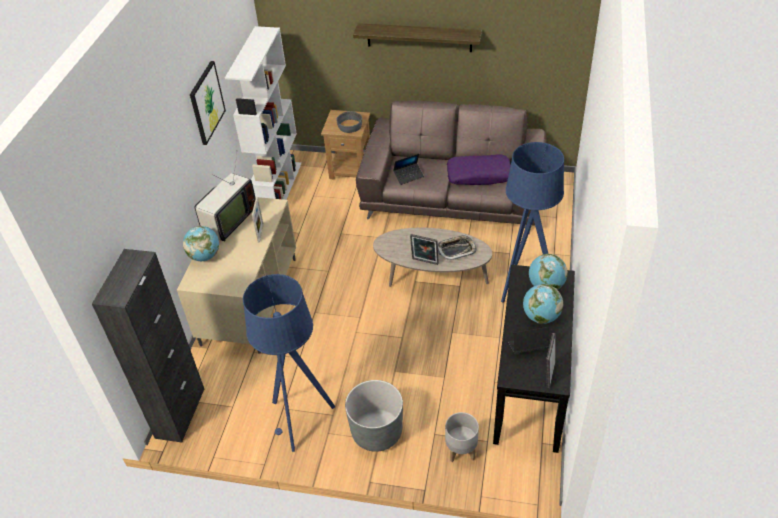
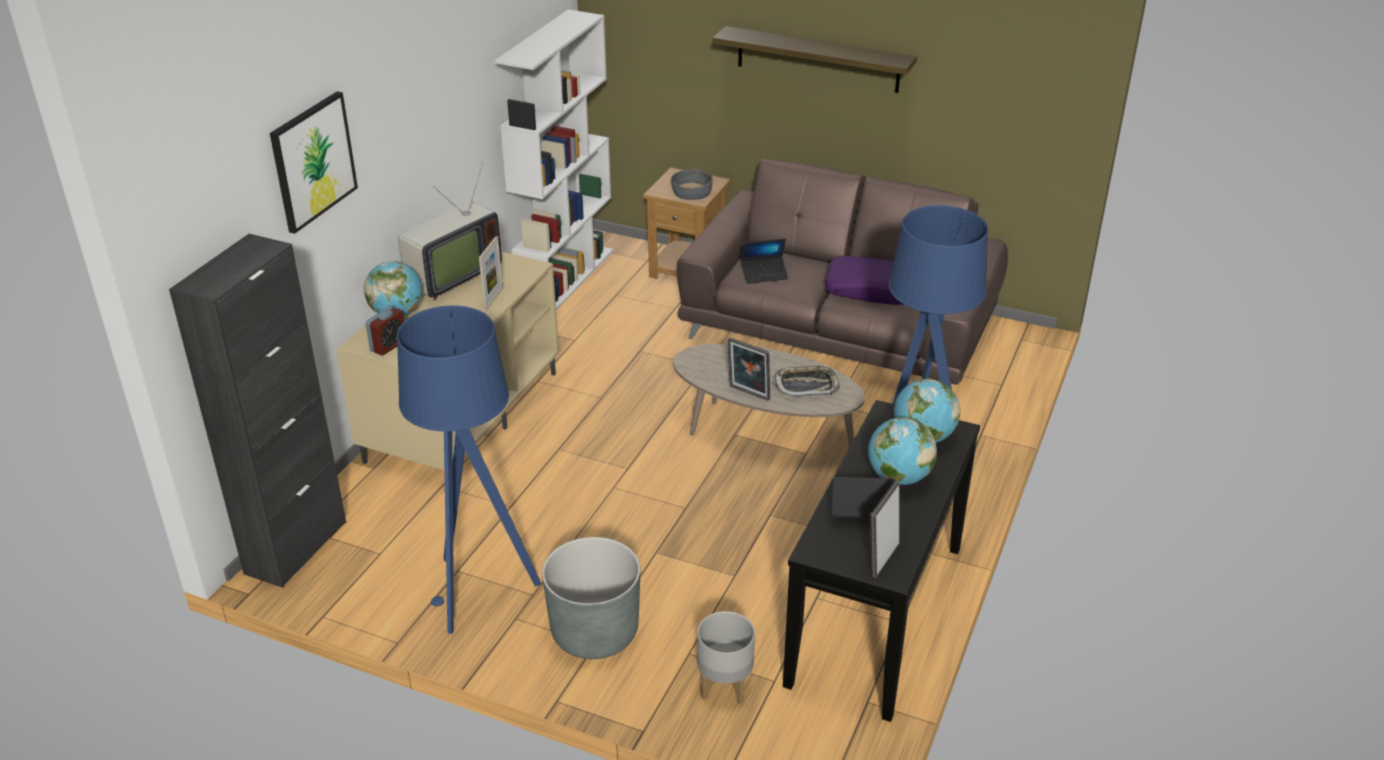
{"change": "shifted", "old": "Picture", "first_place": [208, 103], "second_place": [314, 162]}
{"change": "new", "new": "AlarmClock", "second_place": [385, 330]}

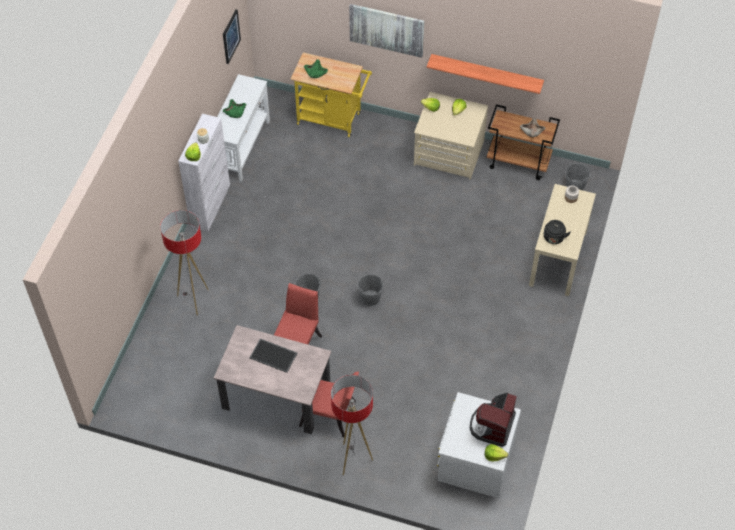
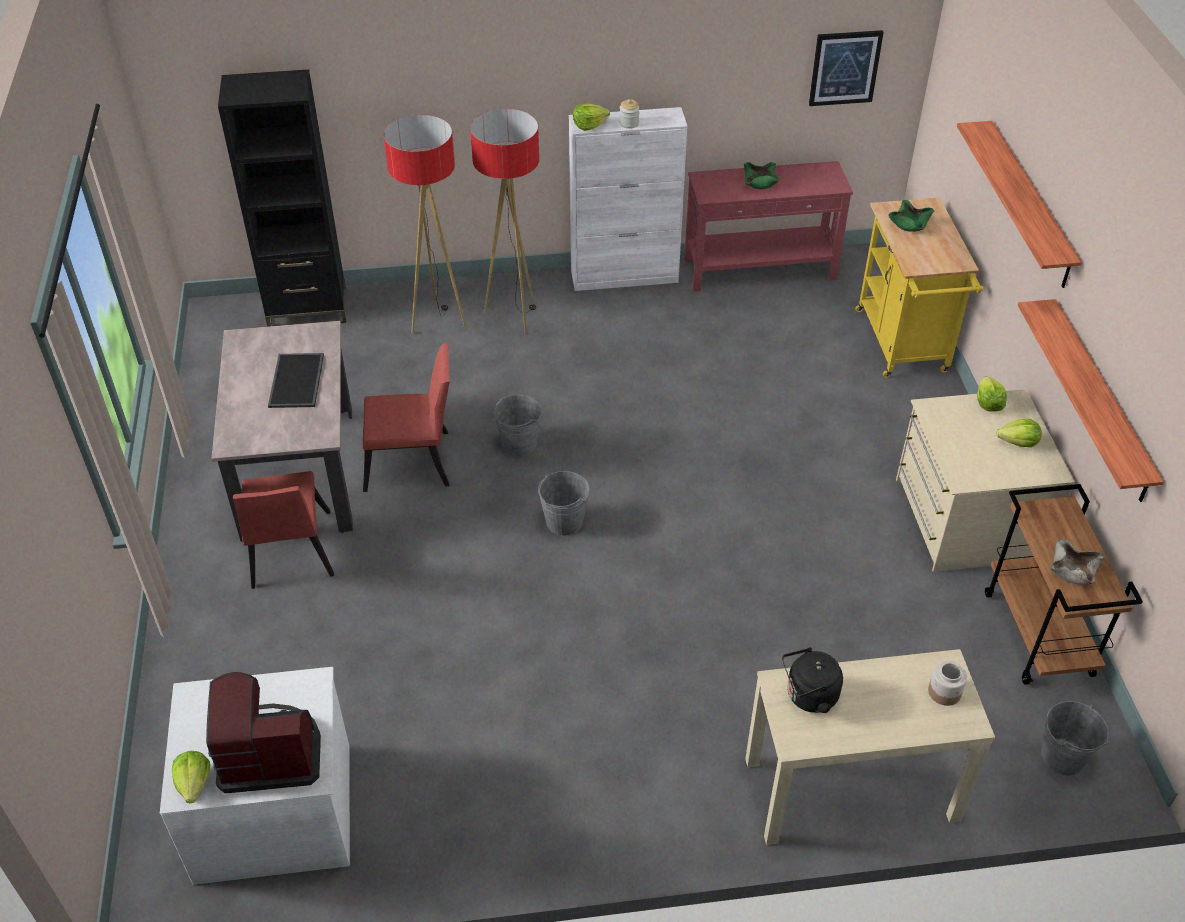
{"change": "new", "new": "BlackBookcase", "second_place": [282, 198]}
{"change": "shifted", "old": "FloorLamp", "first_place": [352, 425], "second_place": [504, 221]}
{"change": "repainted", "old": "WhiteConsoleTable", "new": "RedConsoleTable", "first_place": [243, 128], "second_place": [768, 226]}
{"change": "swapped", "old": "Picture", "new": "Shelf", "first_place": [386, 31], "second_place": [1019, 204]}

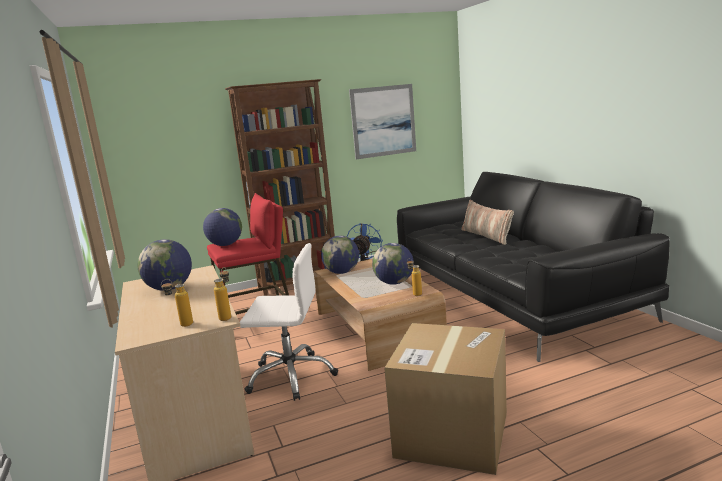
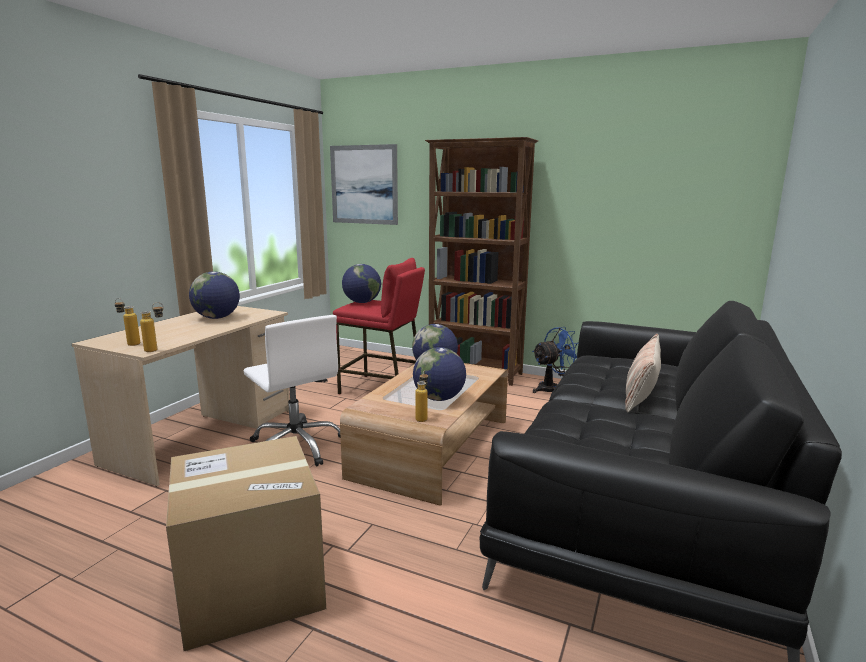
{"change": "shifted", "old": "Picture", "first_place": [382, 121], "second_place": [364, 184]}

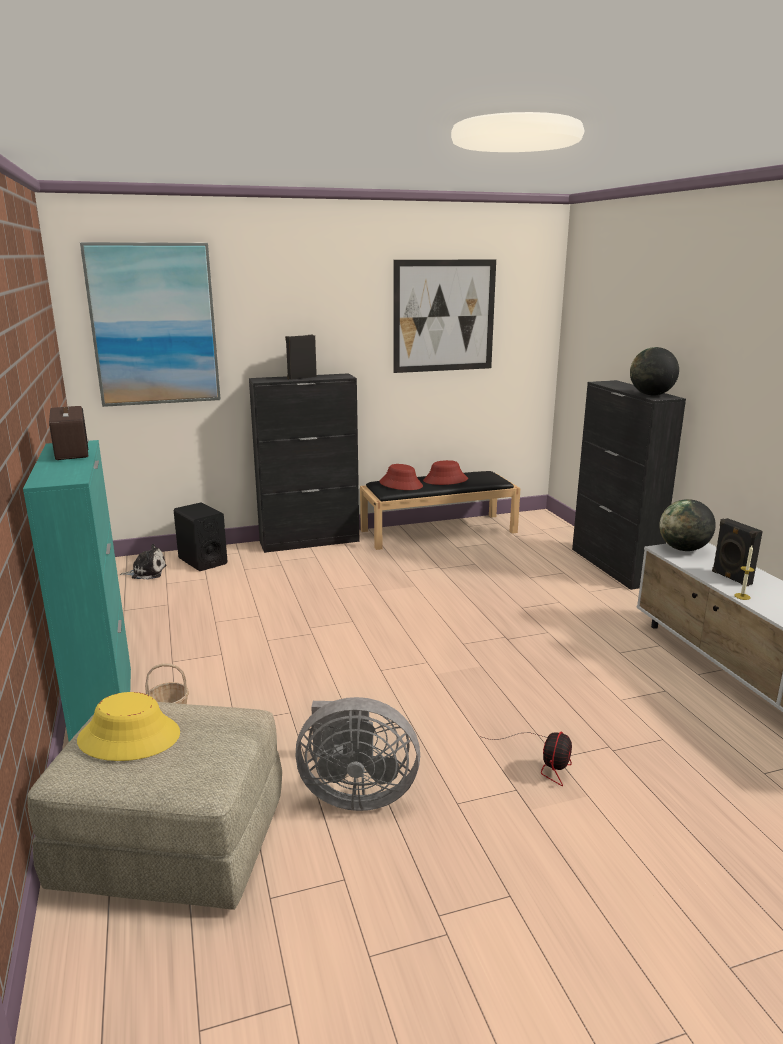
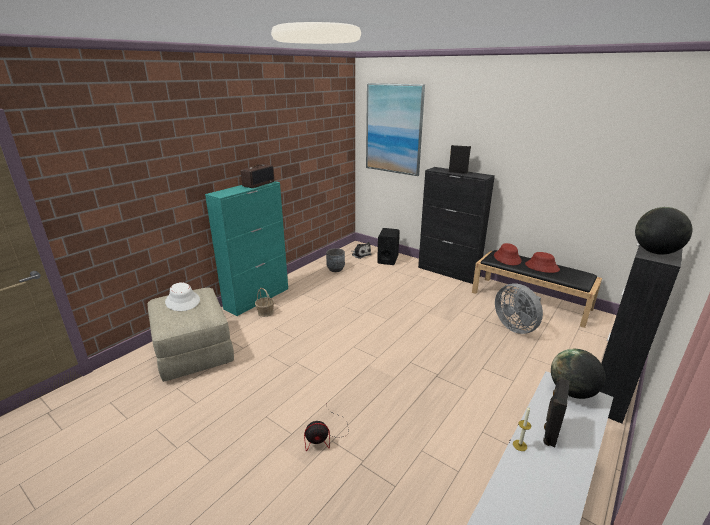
{"change": "repainted", "old": "YellowHat", "new": "WhiteHat", "first_place": [128, 726], "second_place": [182, 296]}
{"change": "new", "new": "GreyPlanter", "second_place": [335, 260]}
{"change": "shifted", "old": "GreyFan", "first_place": [358, 754], "second_place": [519, 308]}
{"change": "gone", "old": "Picture", "first_place": [444, 316]}

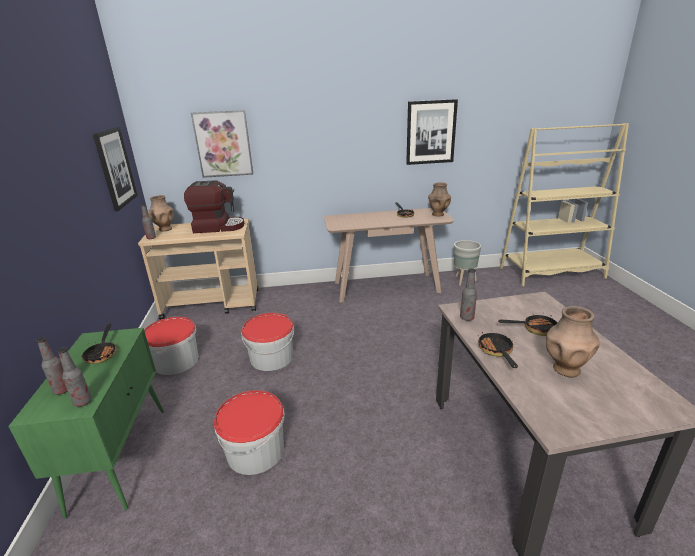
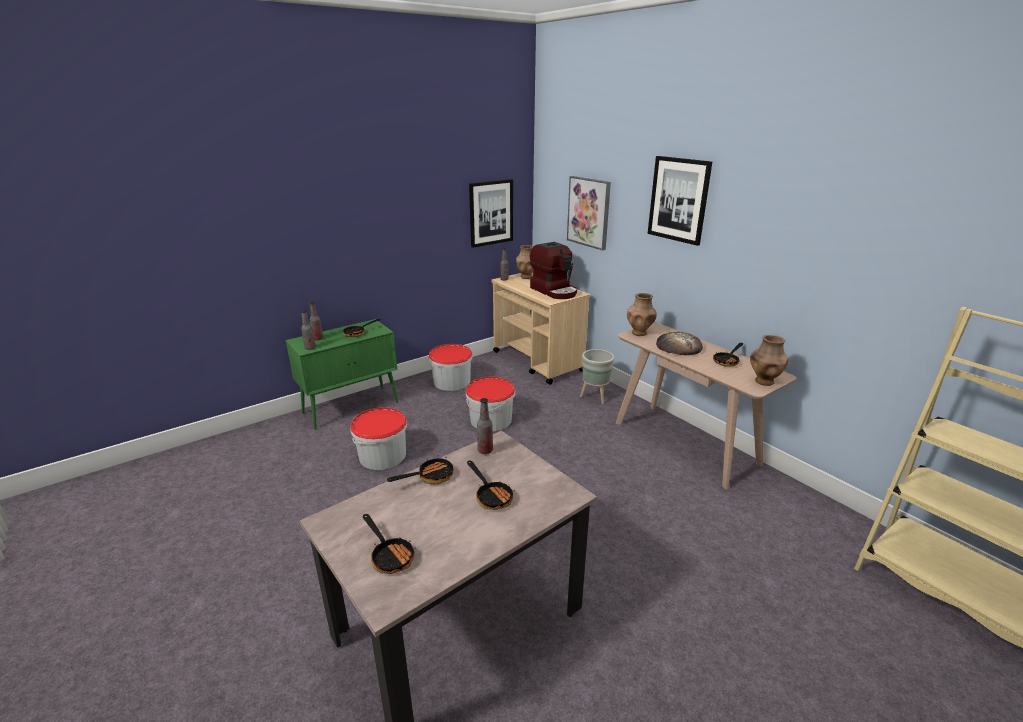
{"change": "new", "new": "FryingPan", "second_place": [389, 544]}
{"change": "shifted", "old": "GreyPlanter", "first_place": [467, 263], "second_place": [597, 376]}
{"change": "shifted", "old": "BrownVase", "first_place": [573, 342], "second_place": [642, 314]}
{"change": "shifted", "old": "Picture", "first_place": [432, 132], "second_place": [680, 201]}
{"change": "new", "new": "Bread", "second_place": [679, 343]}

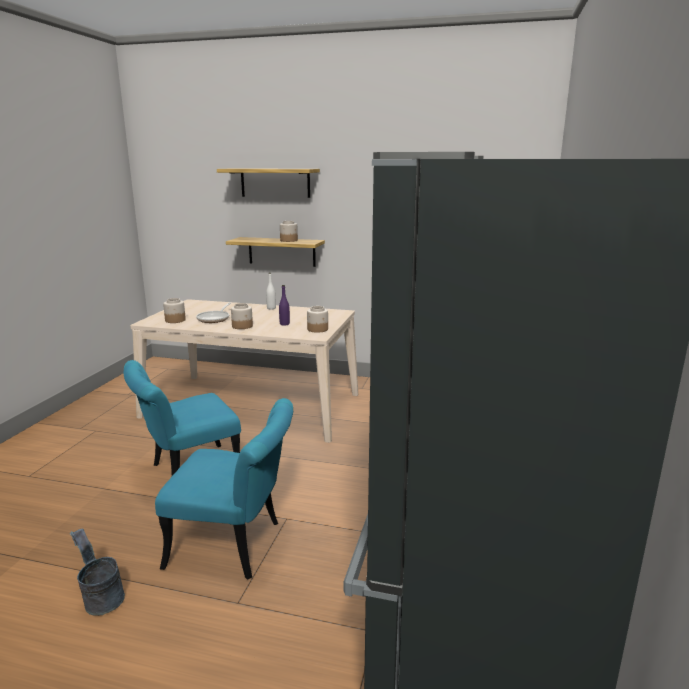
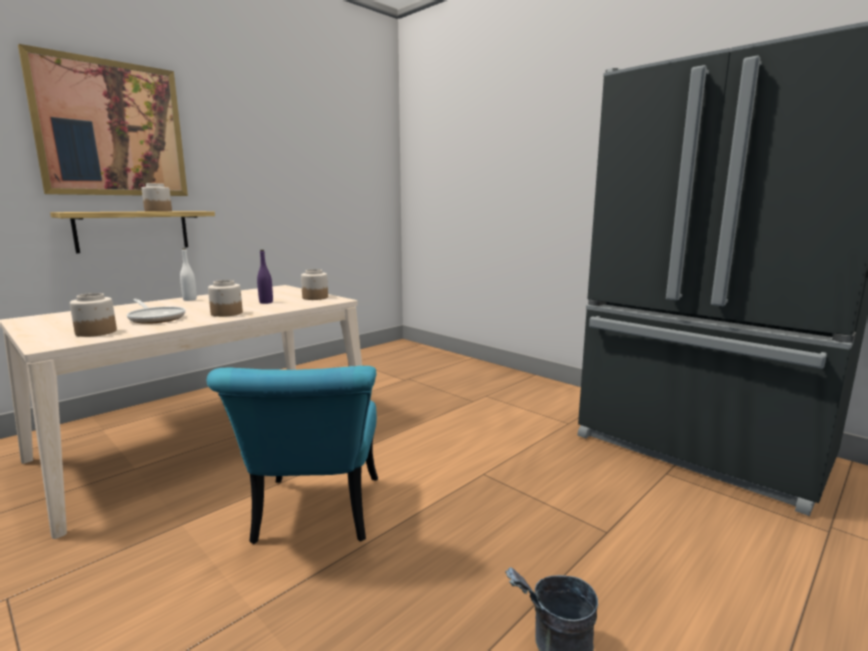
{"change": "swapped", "old": "Shelf", "new": "Picture", "first_place": [268, 183], "second_place": [103, 120]}
{"change": "gone", "old": "TurquoiseChair", "first_place": [224, 489]}

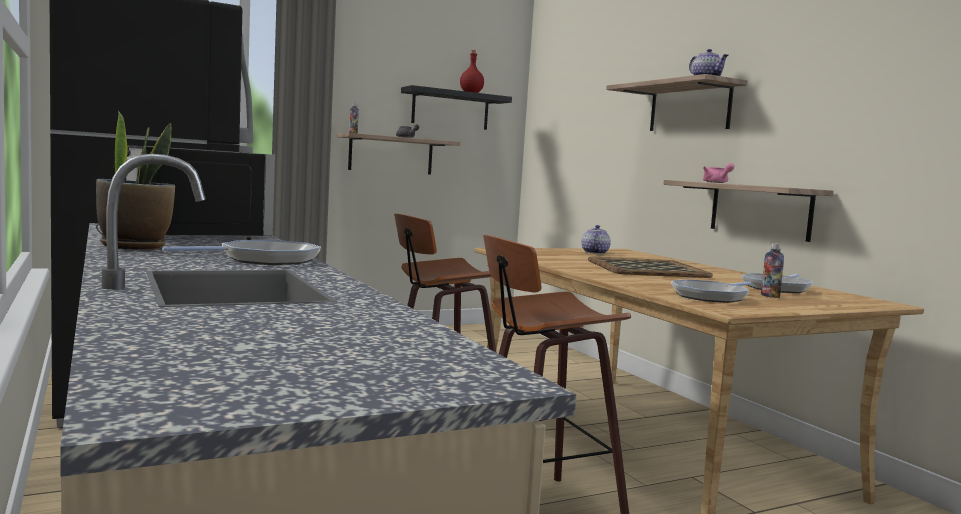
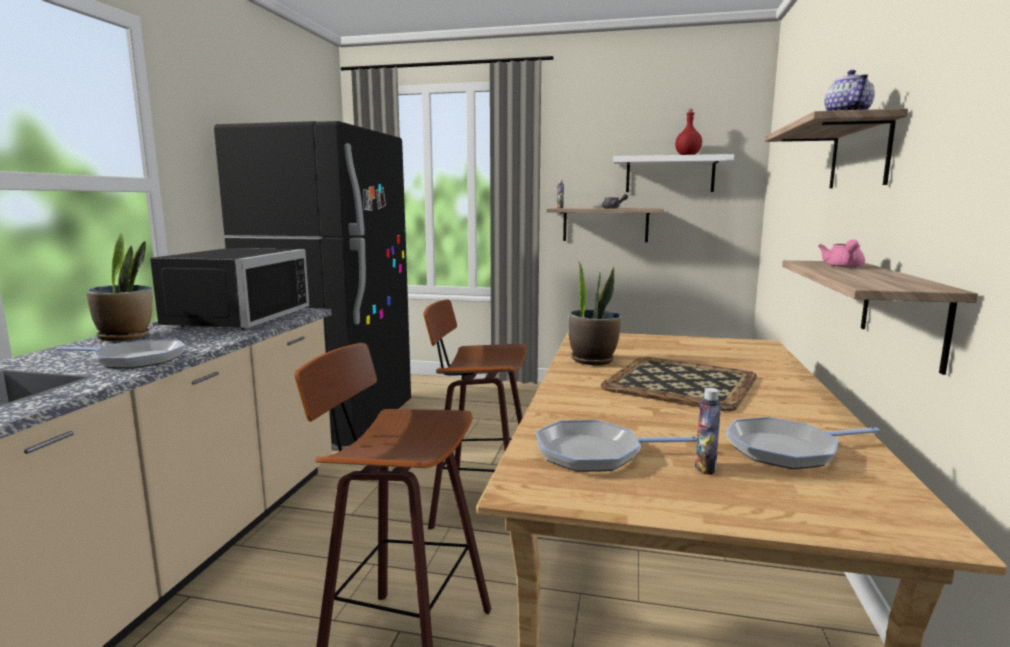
{"change": "new", "new": "PottedPlant", "second_place": [595, 313]}
{"change": "repainted", "old": "BlackShelf", "new": "WhiteShelf", "first_place": [456, 107], "second_place": [673, 173]}
{"change": "gone", "old": "Teapot", "first_place": [596, 239]}

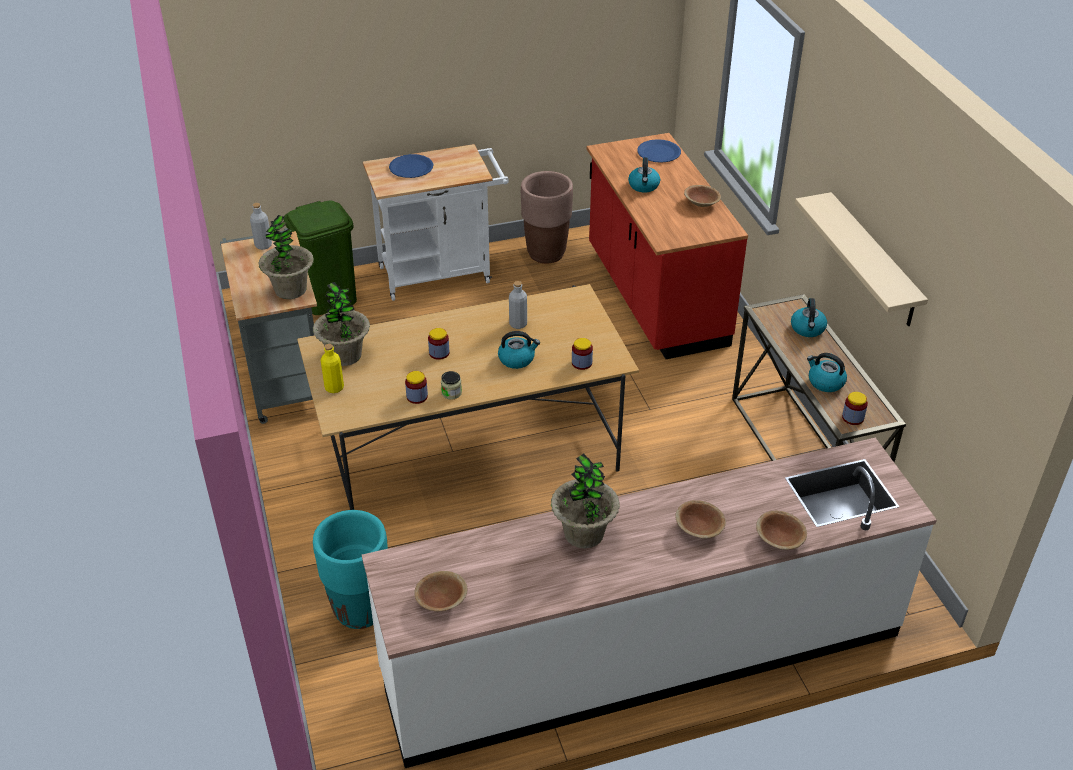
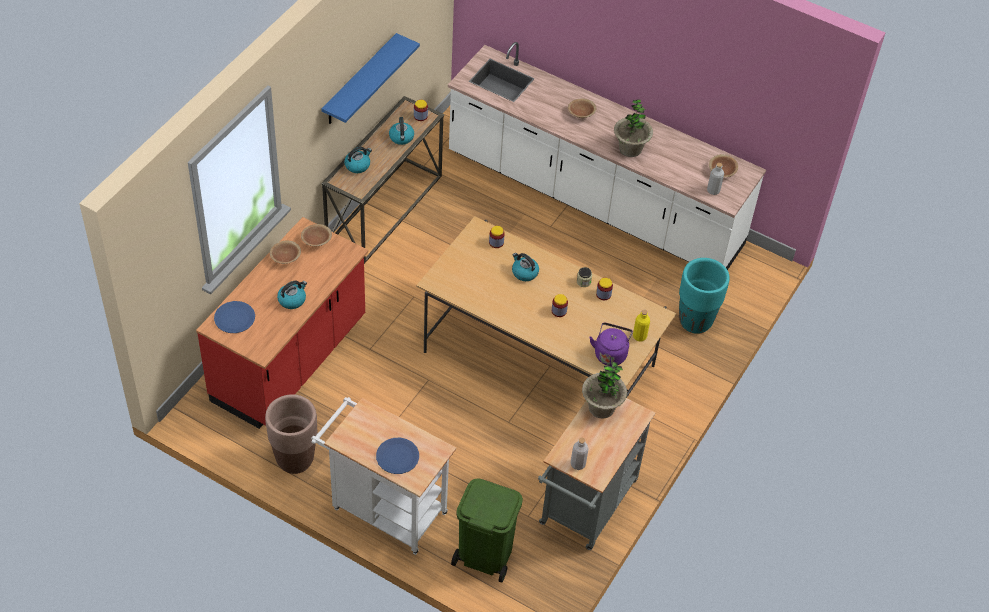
{"change": "shifted", "old": "BrownBowl", "first_place": [781, 530], "second_place": [316, 235]}
{"change": "repainted", "old": "BeigeShelf", "new": "BlueShelf", "first_place": [861, 259], "second_place": [370, 78]}
{"change": "swapped", "old": "PottedPlant", "new": "PurpleKettle", "first_place": [341, 324], "second_place": [611, 344]}
{"change": "shifted", "old": "GreyBottle", "first_place": [518, 305], "second_place": [715, 179]}

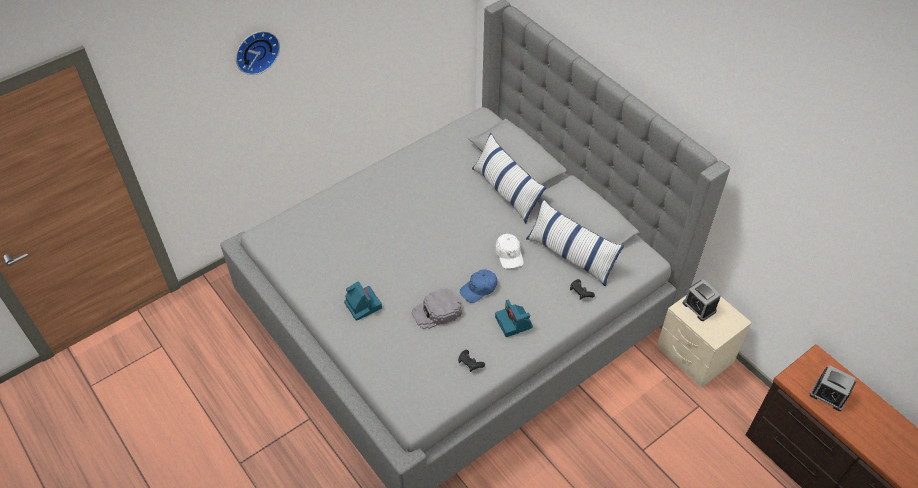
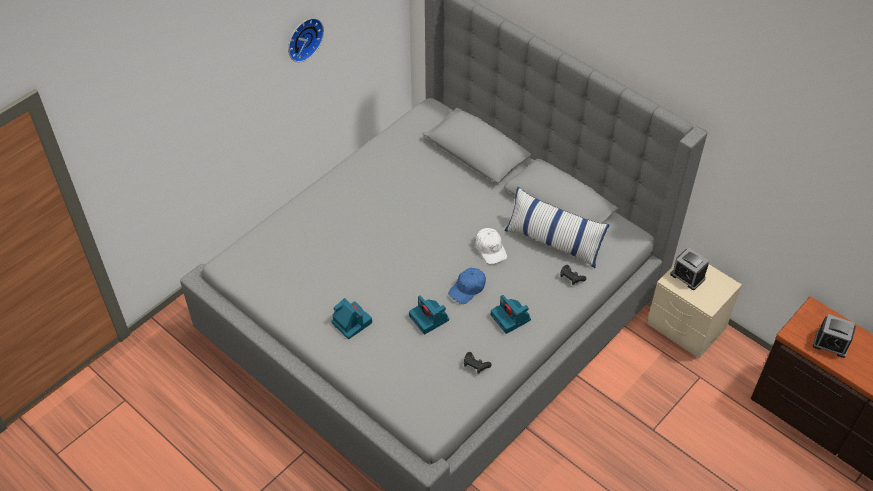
{"change": "shifted", "old": "WallClock", "first_place": [258, 53], "second_place": [306, 40]}
{"change": "swapped", "old": "GreyCap", "new": "PhotoCamera", "first_place": [437, 308], "second_place": [429, 314]}
{"change": "gone", "old": "Pillow", "first_place": [509, 178]}

